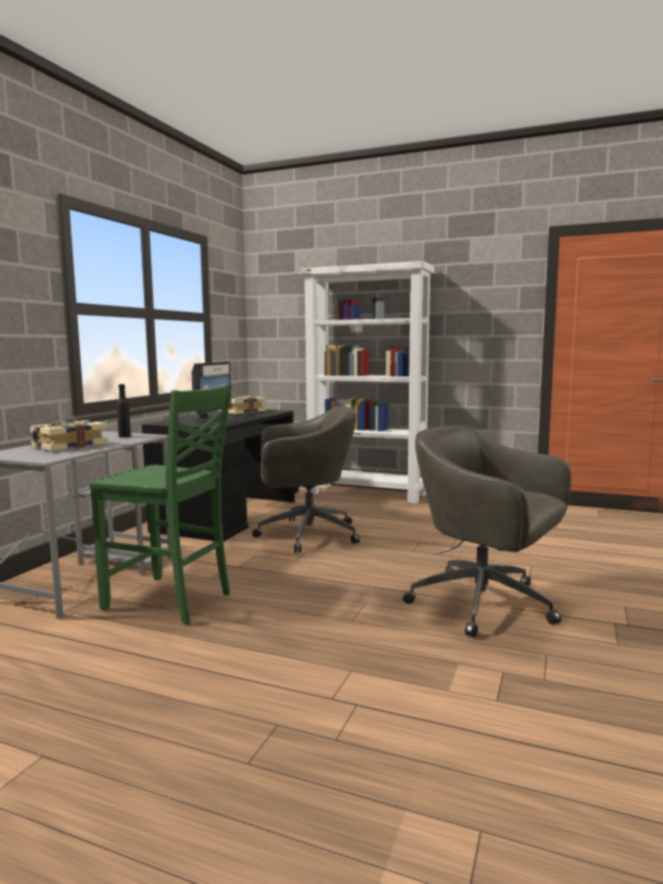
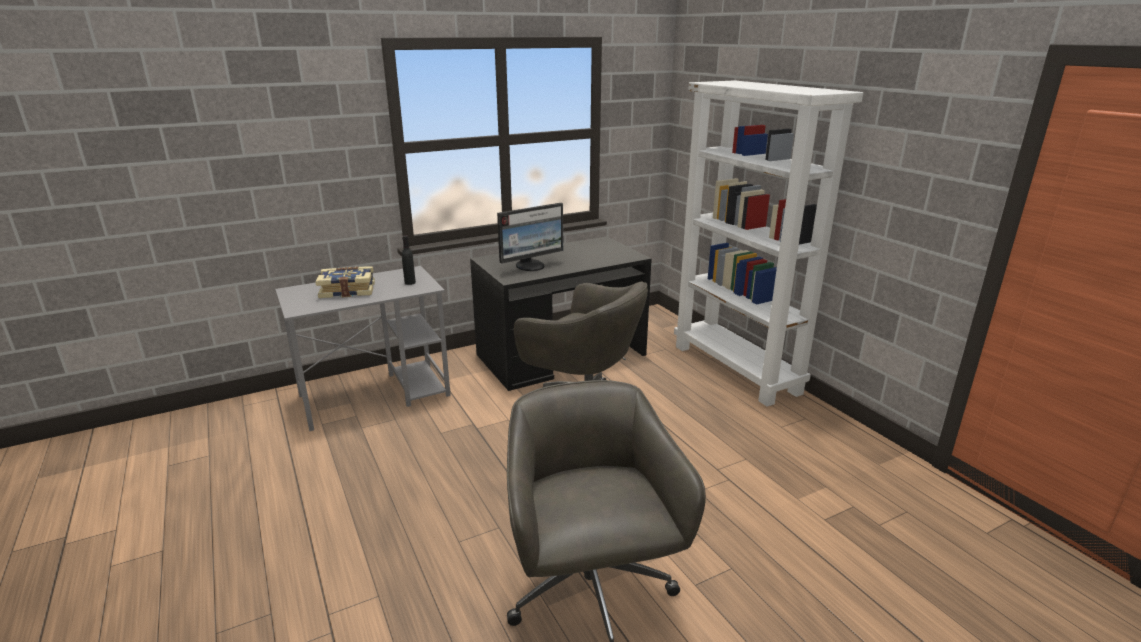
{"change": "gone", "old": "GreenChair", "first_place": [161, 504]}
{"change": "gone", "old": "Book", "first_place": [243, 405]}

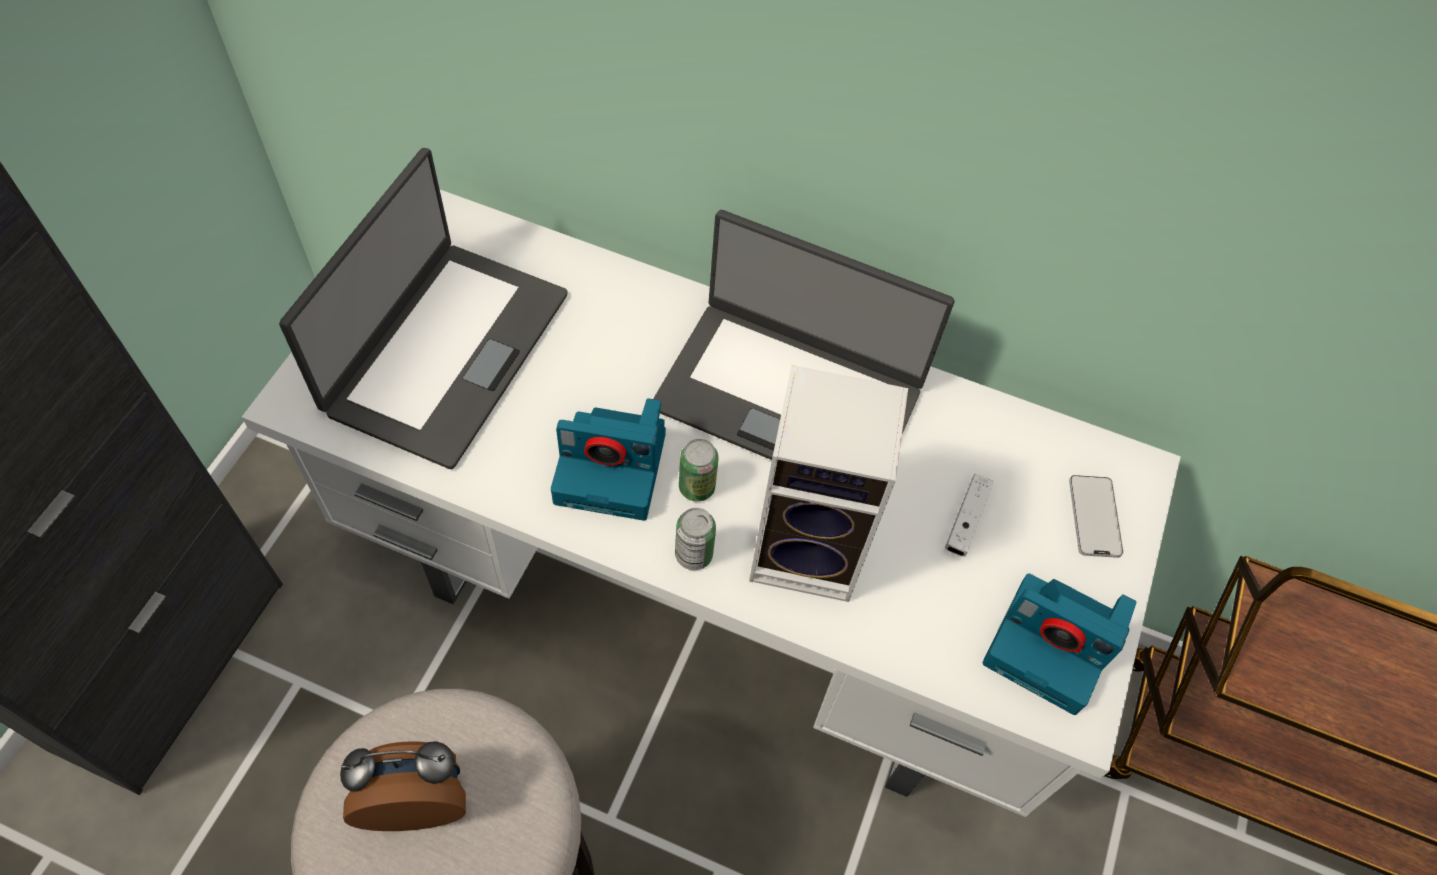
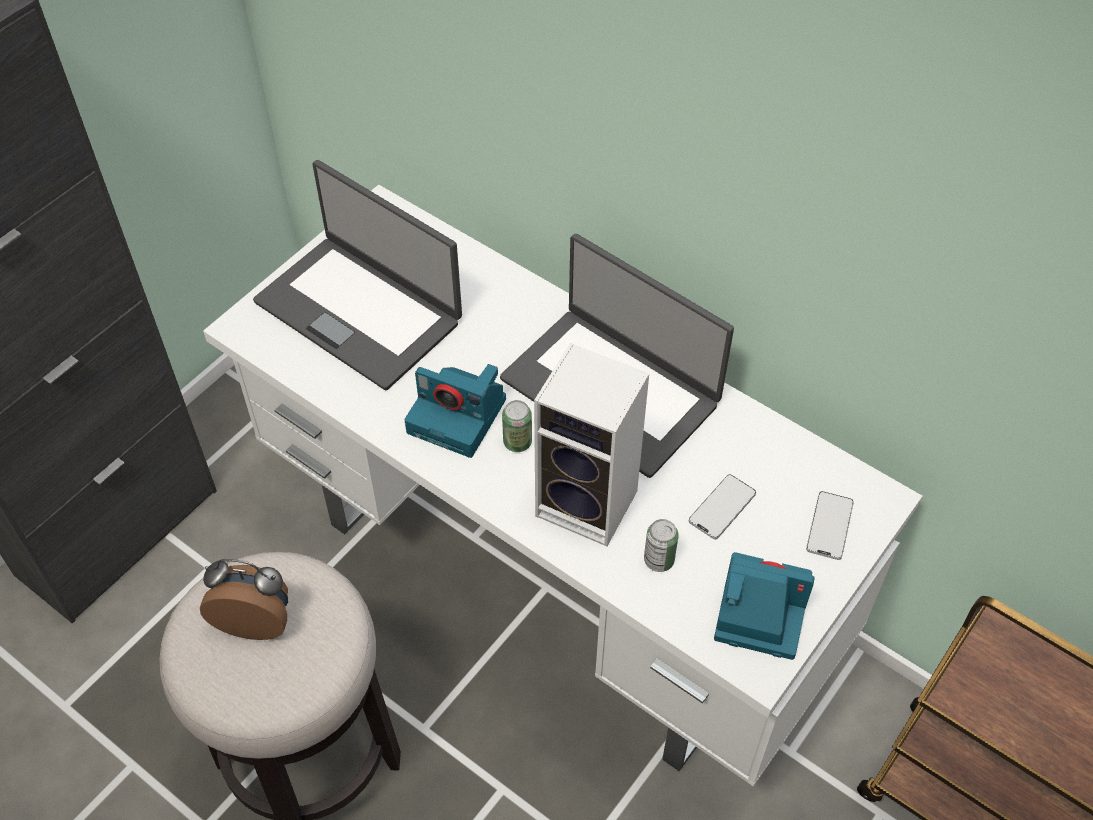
{"change": "rotated", "old": "Laptop", "first_place": [423, 308], "second_place": [357, 275], "degrees": 90}
{"change": "shifted", "old": "Can", "first_place": [695, 539], "second_place": [661, 545]}
{"change": "swapped", "old": "WhiteGameController", "new": "Phone", "first_place": [969, 515], "second_place": [722, 507]}
{"change": "rotated", "old": "PhotoCamera", "first_place": [1060, 644], "second_place": [764, 606], "degrees": 150}

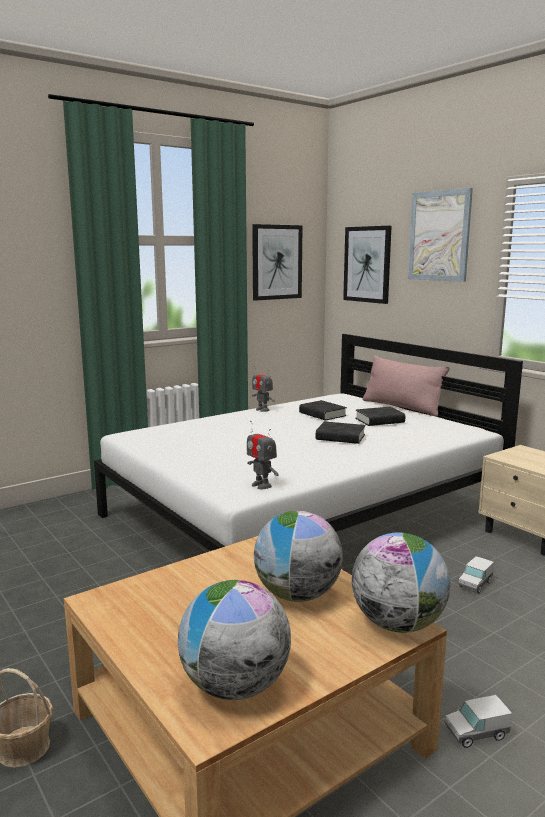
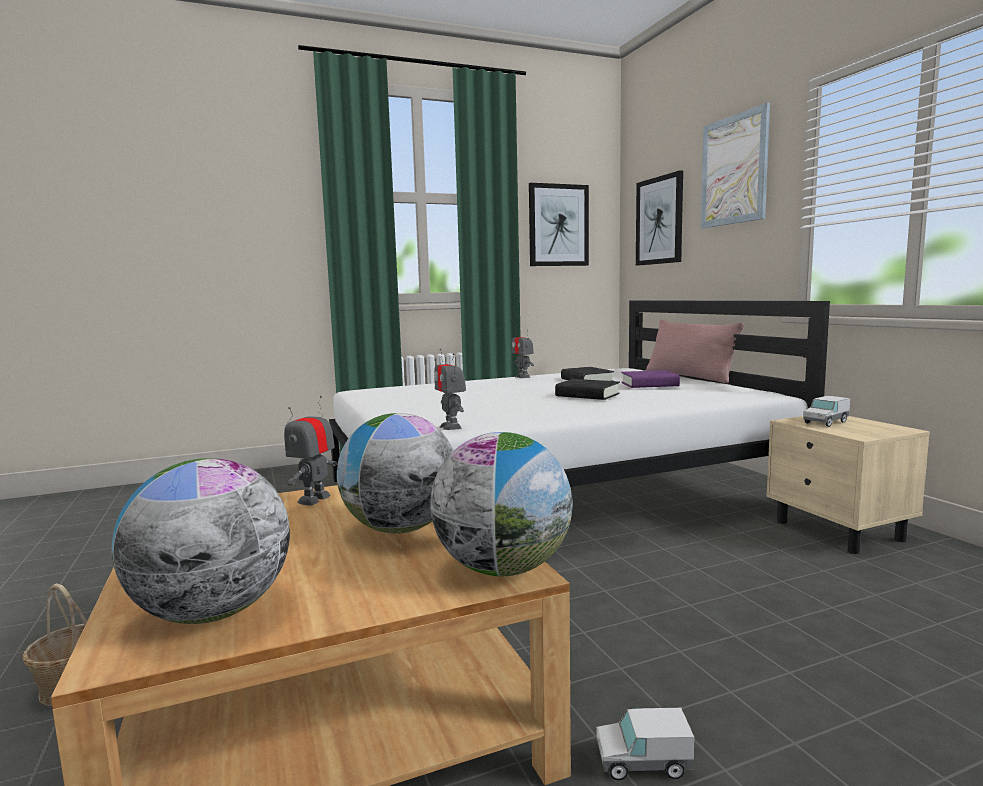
{"change": "new", "new": "ToyRobot", "second_place": [310, 451]}
{"change": "repainted", "old": "BlackBook", "new": "PurpleBook", "first_place": [380, 416], "second_place": [650, 379]}
{"change": "shifted", "old": "ToyTruck", "first_place": [476, 574], "second_place": [826, 411]}

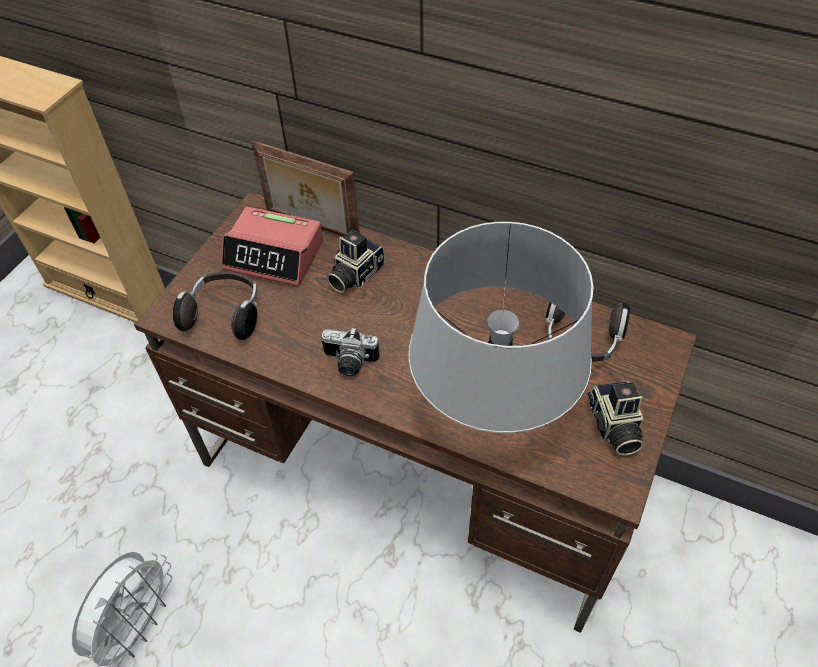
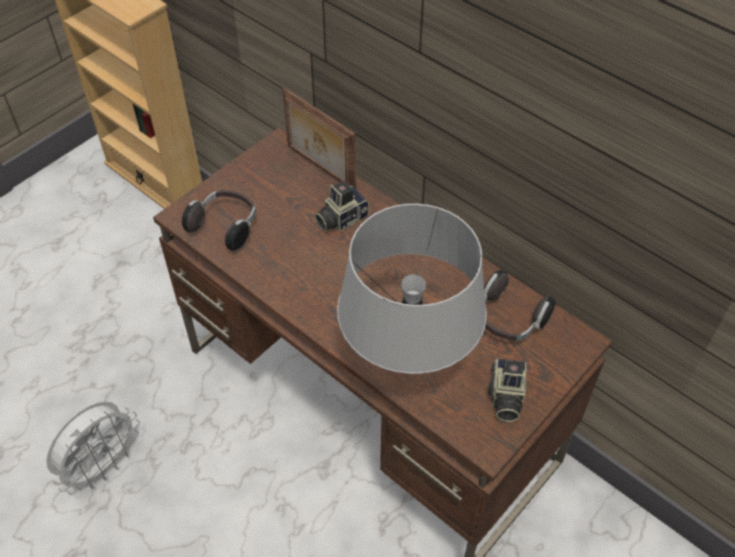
{"change": "gone", "old": "AlarmClock", "first_place": [272, 246]}
{"change": "gone", "old": "PhotoCamera", "first_place": [350, 352]}

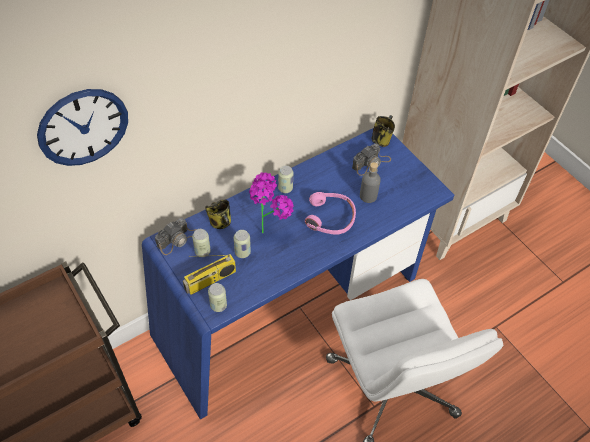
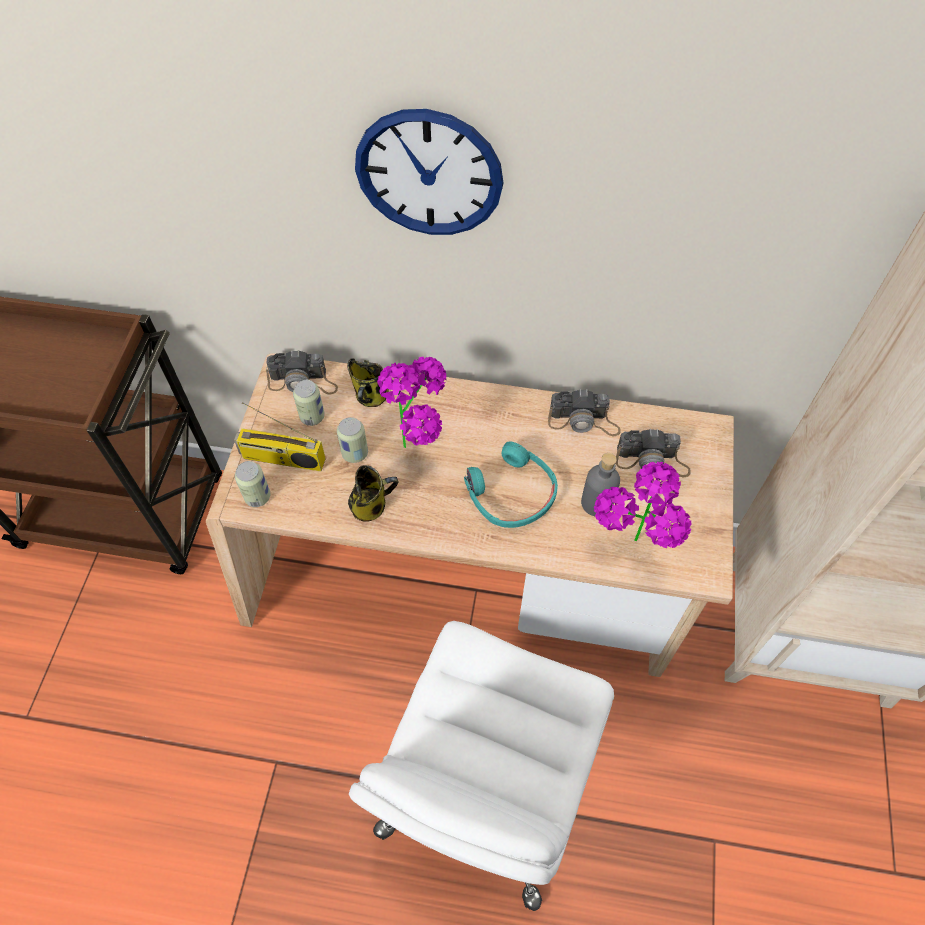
{"change": "repainted", "old": "BlueDesk", "new": "BeigeDesk", "first_place": [298, 274], "second_place": [470, 515]}
{"change": "shifted", "old": "Mug", "first_place": [383, 131], "second_place": [373, 493]}
{"change": "shifted", "old": "WallClock", "first_place": [82, 127], "second_place": [429, 172]}
{"change": "repainted", "old": "PinkHeadphones", "new": "TurquoiseHeadphones", "first_place": [330, 213], "second_place": [511, 485]}
{"change": "new", "new": "PhotoCamera", "second_place": [584, 412]}
{"change": "new", "new": "PottedPlant", "second_place": [643, 504]}
{"change": "gone", "old": "Can", "first_place": [285, 179]}

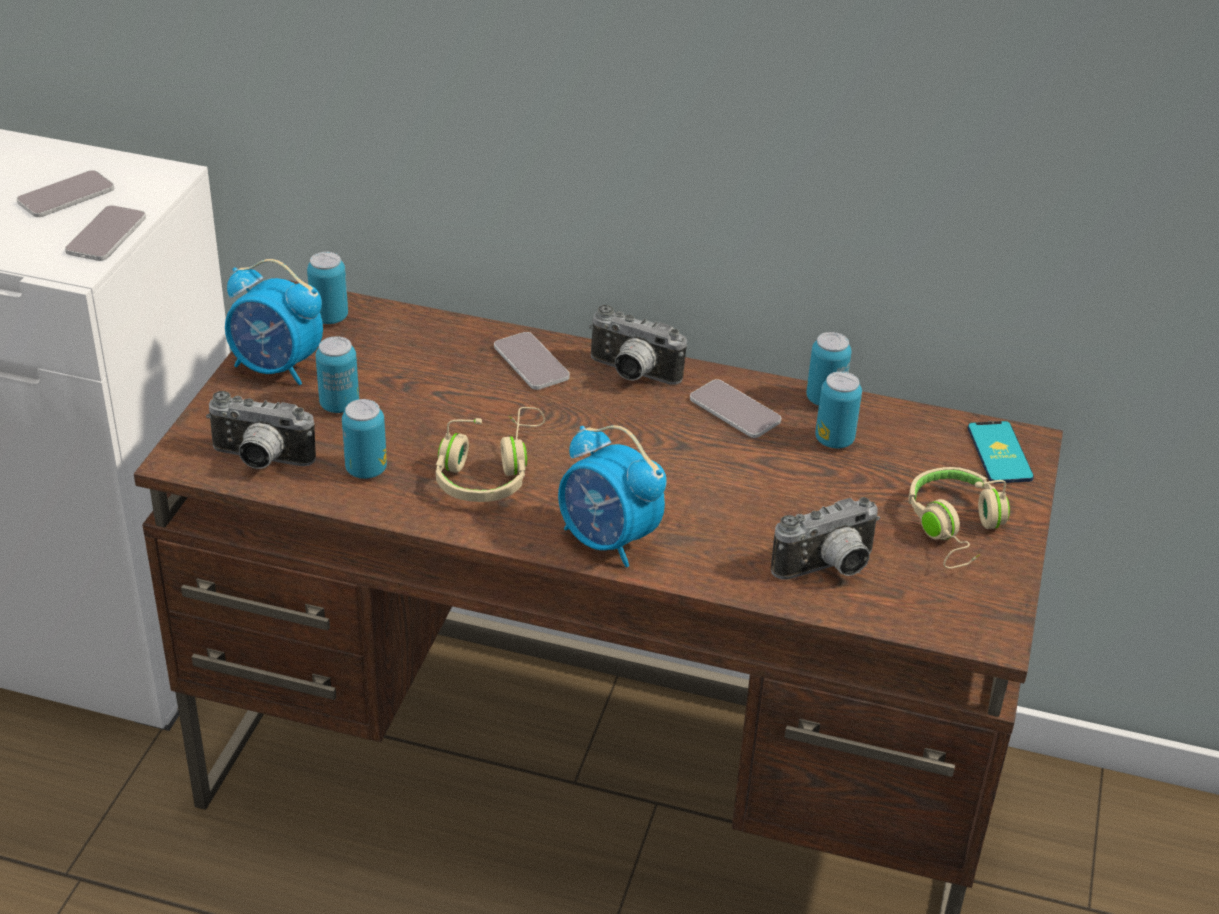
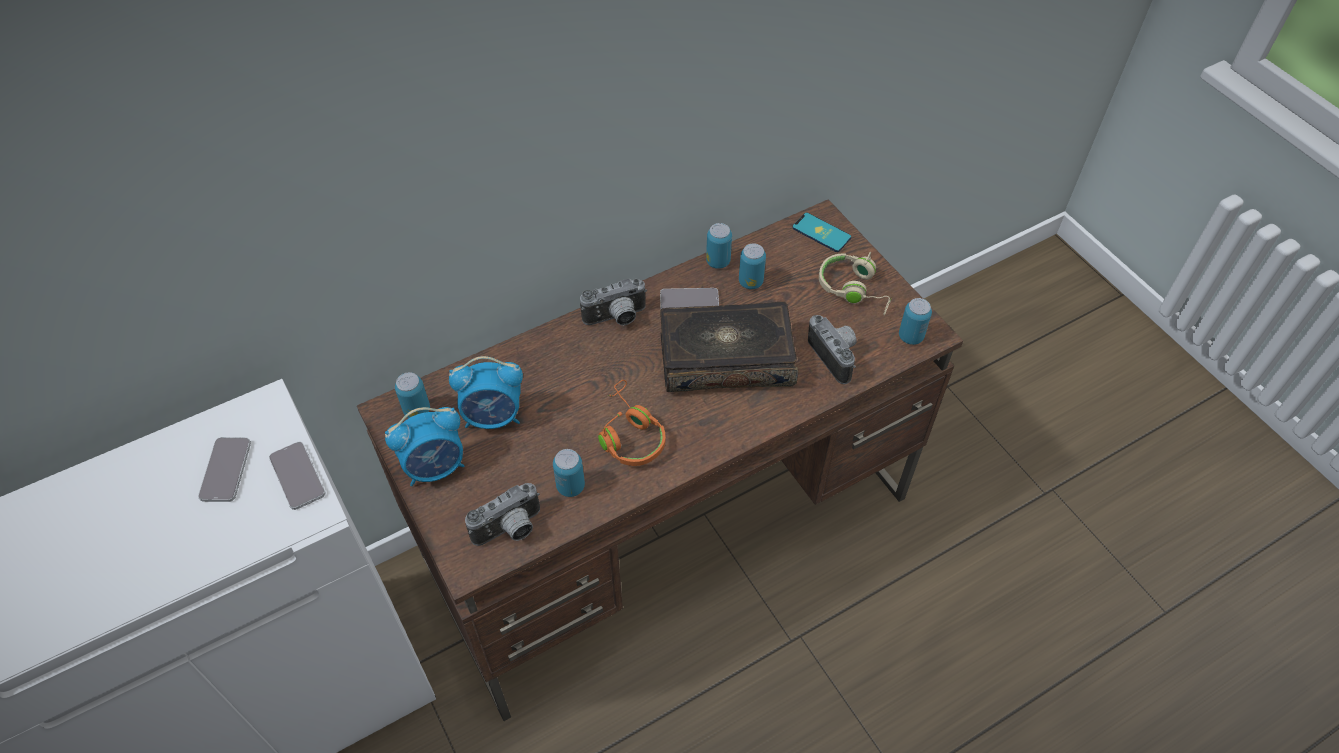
{"change": "shifted", "old": "AlarmClock", "first_place": [612, 496], "second_place": [486, 392]}
{"change": "repainted", "old": "BeigeHeadphones", "new": "OrangeHeadphones", "first_place": [490, 454], "second_place": [632, 423]}
{"change": "new", "new": "Book", "second_place": [729, 347]}
{"change": "rotated", "old": "PhotoCamera", "first_place": [825, 538], "second_place": [832, 349], "degrees": -45}
{"change": "shifted", "old": "Can", "first_place": [337, 374], "second_place": [915, 321]}
{"change": "gone", "old": "Phone", "first_place": [532, 361]}

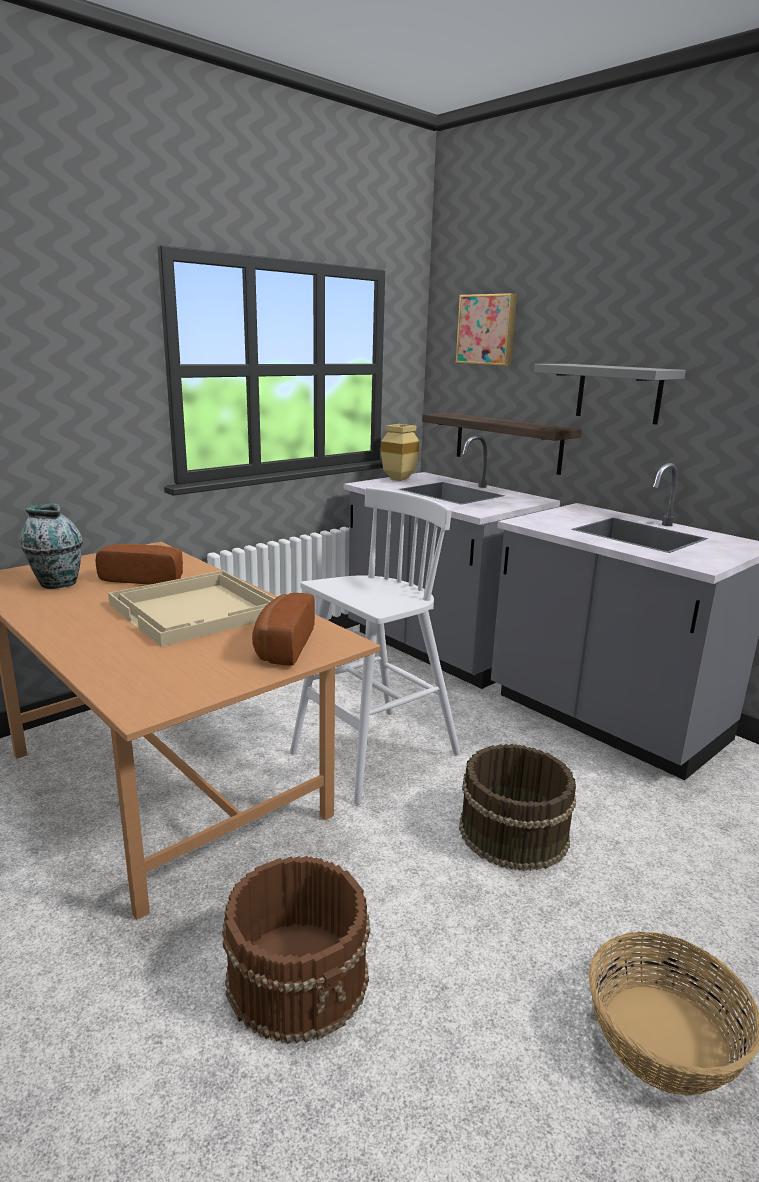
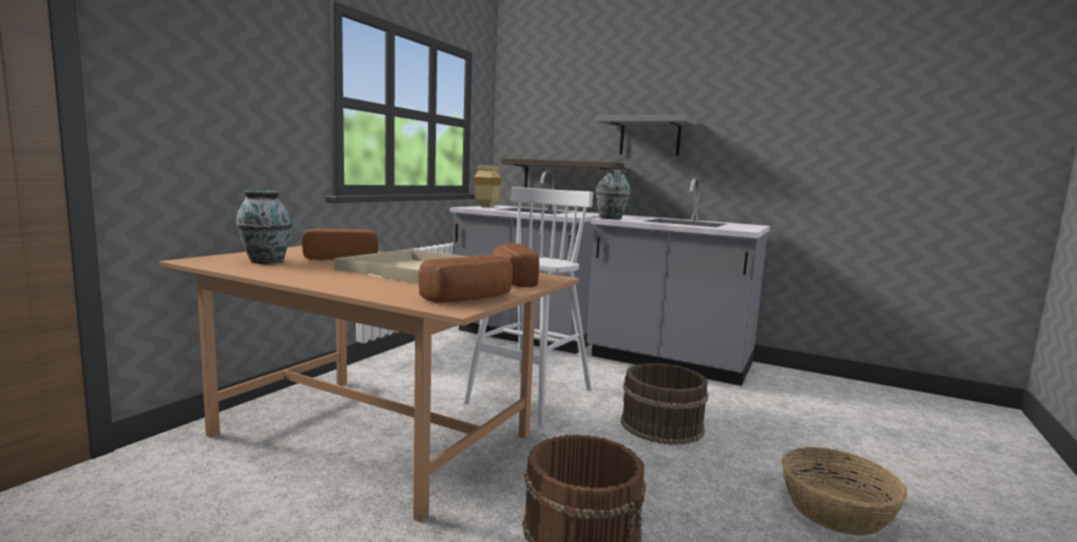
{"change": "new", "new": "Bread", "second_place": [466, 279]}
{"change": "new", "new": "Vase", "second_place": [613, 195]}
{"change": "gone", "old": "Picture", "first_place": [486, 329]}

